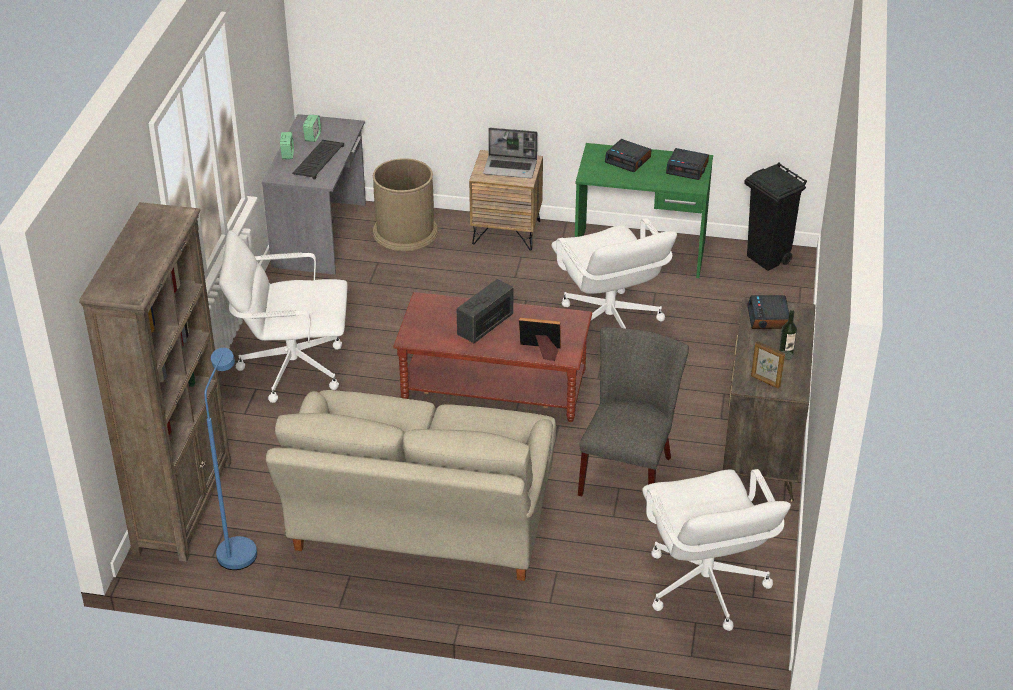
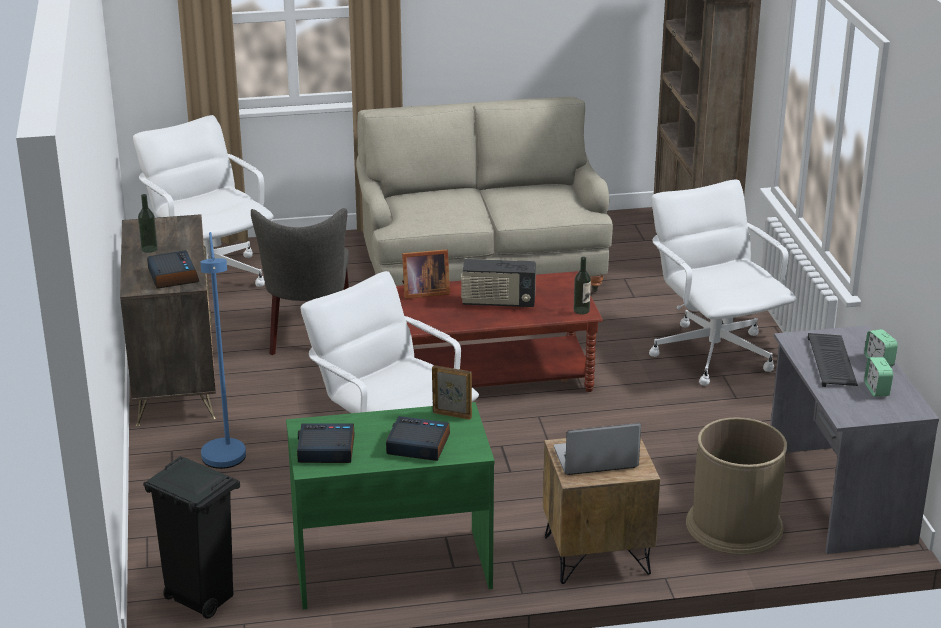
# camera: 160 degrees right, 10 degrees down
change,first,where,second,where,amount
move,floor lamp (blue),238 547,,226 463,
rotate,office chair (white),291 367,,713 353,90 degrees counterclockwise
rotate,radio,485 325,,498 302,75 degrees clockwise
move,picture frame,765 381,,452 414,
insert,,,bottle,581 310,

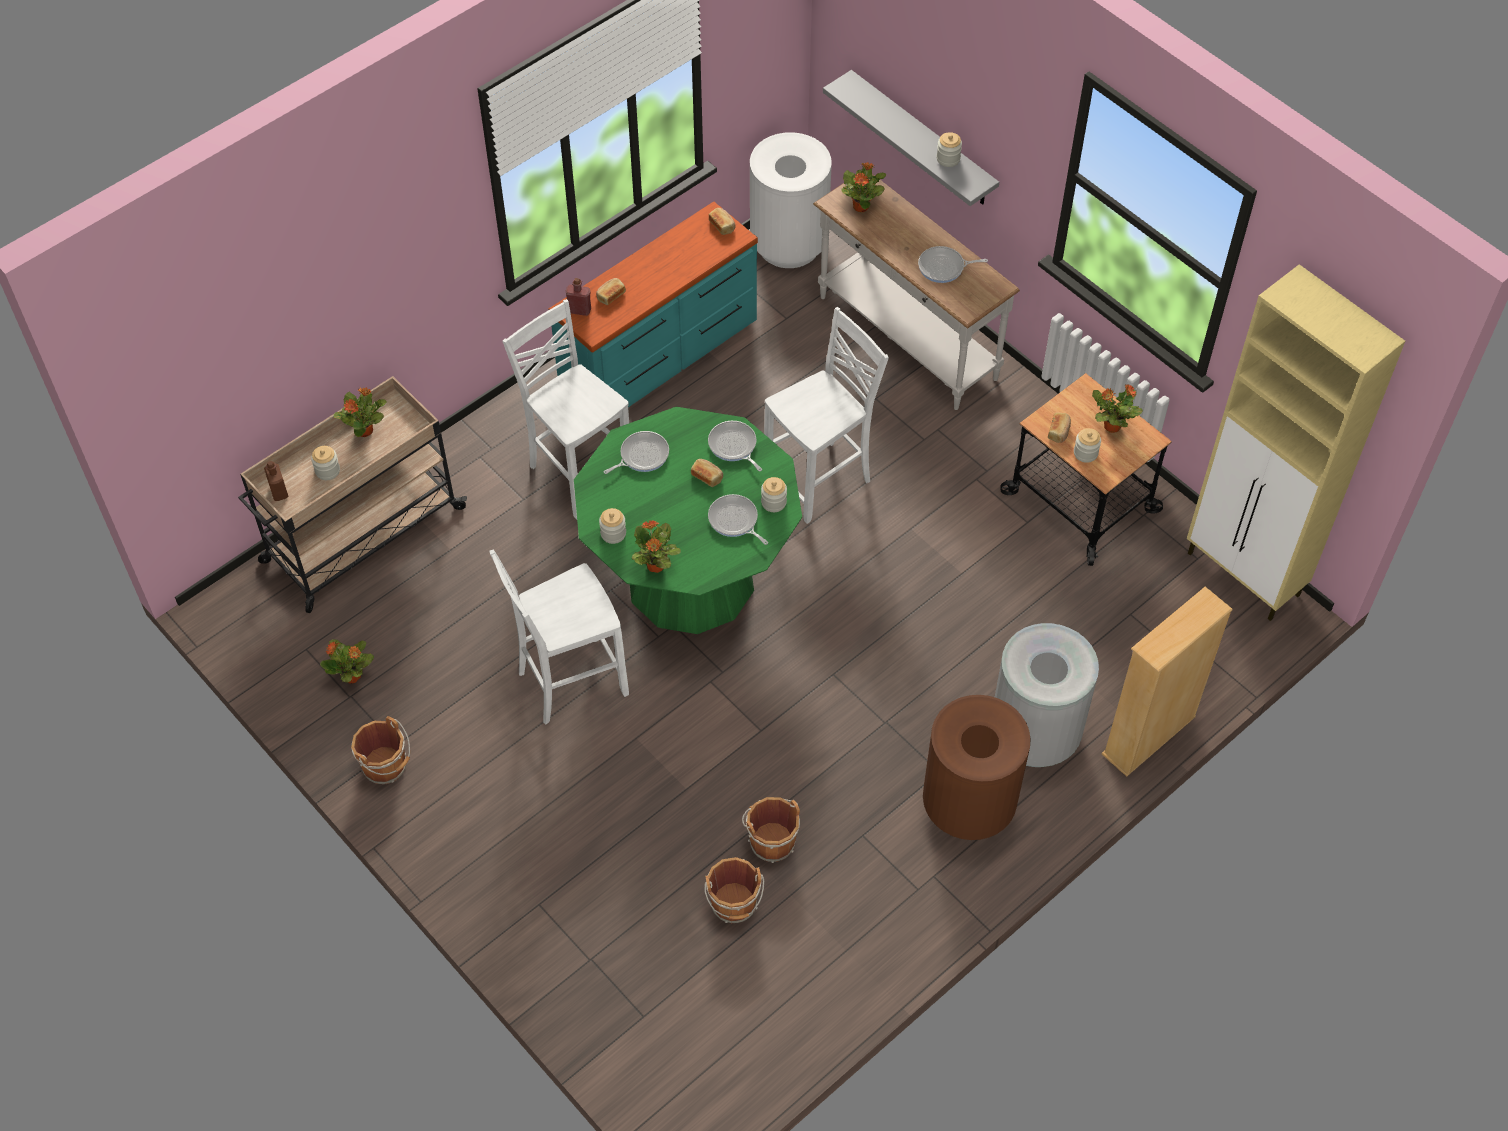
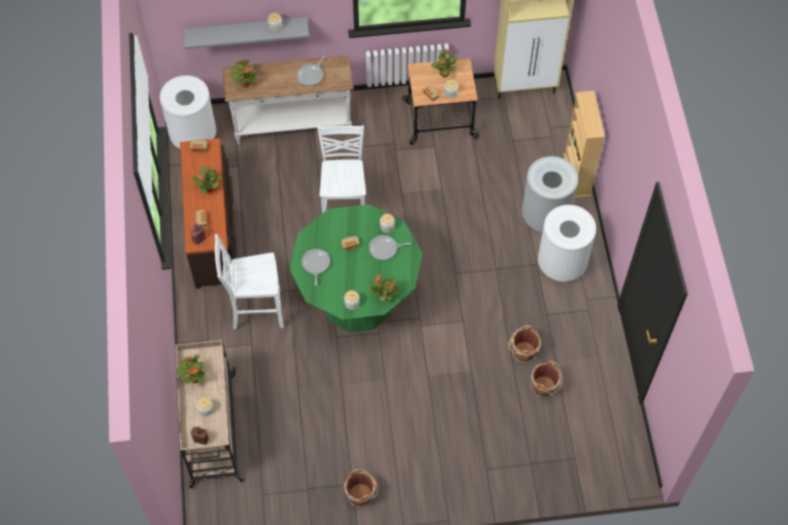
# camera: 55 degrees left, 5 degrees up
change,first,where,second,where,amount
move,potted plant,352 676,,209 188,
delete,chair (white),569 682,,,
recolor,dresser (turquoise),660 355,dresser (brown),213 232,
delete,frying pan,733 446,,,
recolor,trash can (brown),968 806,trash can (white),561 264,

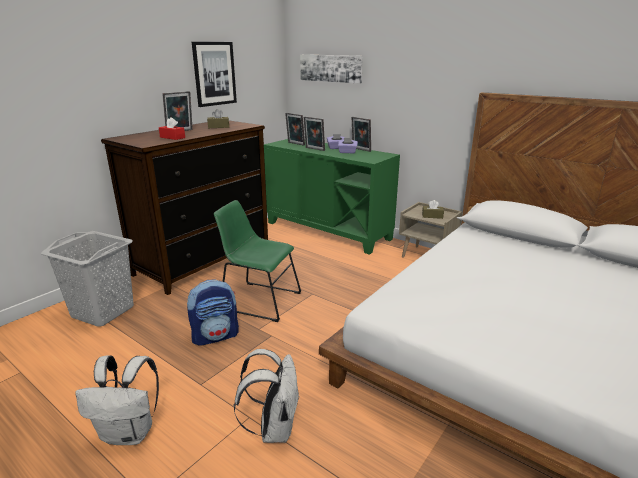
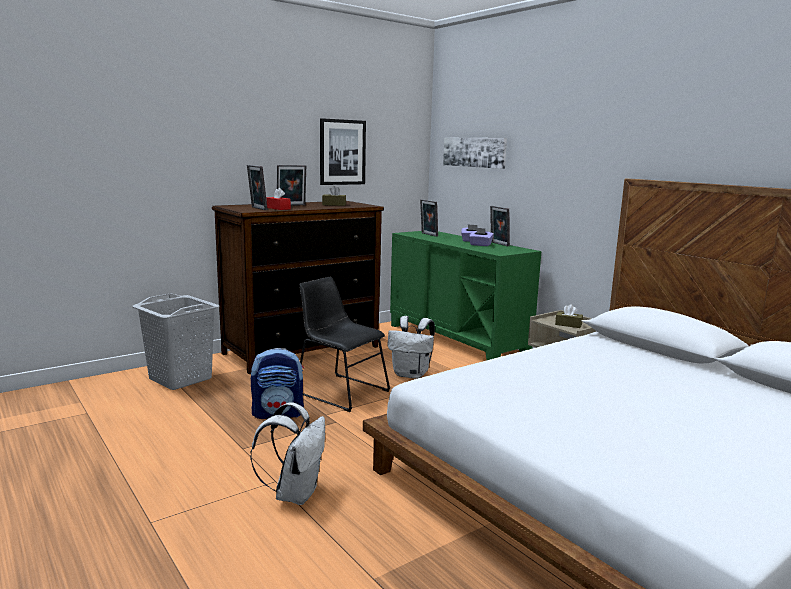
# camera: 15 degrees right, 10 degrees down
change,first,where,second,where,amount
move,backpack (white),130 433,,411 374,
recolor,chair (green),258 300,chair (black),339 391,
move,picture frame,314 149,,257 208,

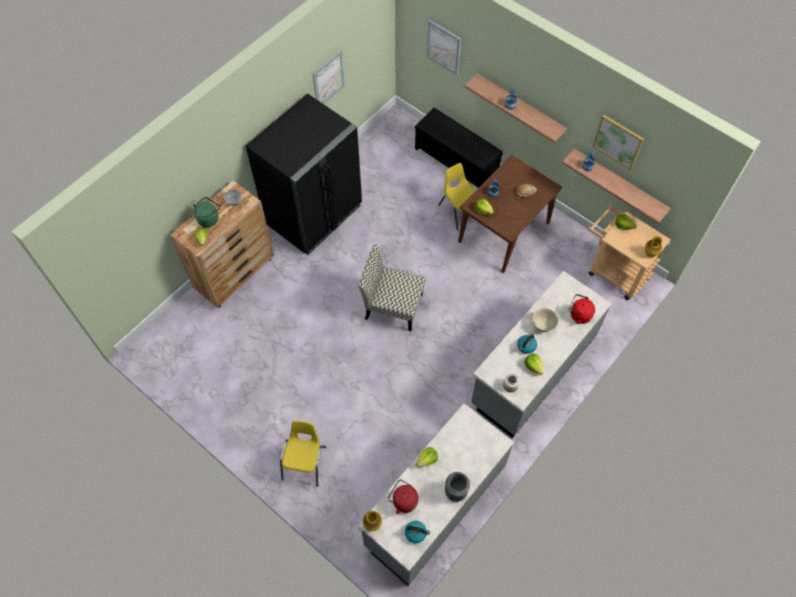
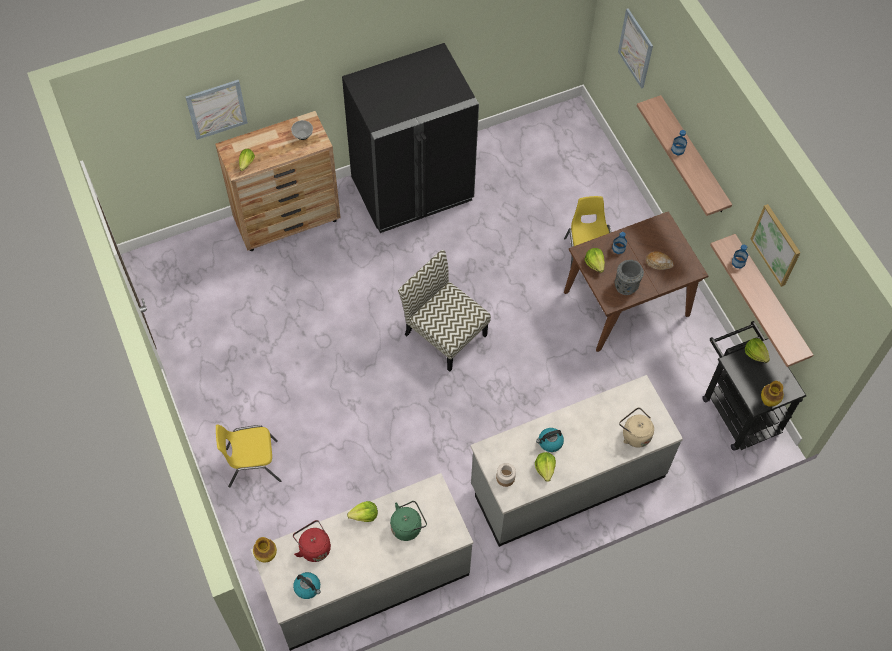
# camera: 25 degrees right, 0 degrees up
change,first,where,second,where,amount
move,kettle (green),209 218,,408 526,
rotate,chair (yellow),305 462,,252 464,135 degrees counterclockwise
move,picture,328 79,,216 109,
delete,bench (black),456 162,,,
move,vase (grey),456 491,,626 286,
delete,bowl (beige),543 325,,,
recolor,kettle (red),579 315,kettle (beige),634 434,
recolor,cart (beige),614 271,cart (black),737 408,

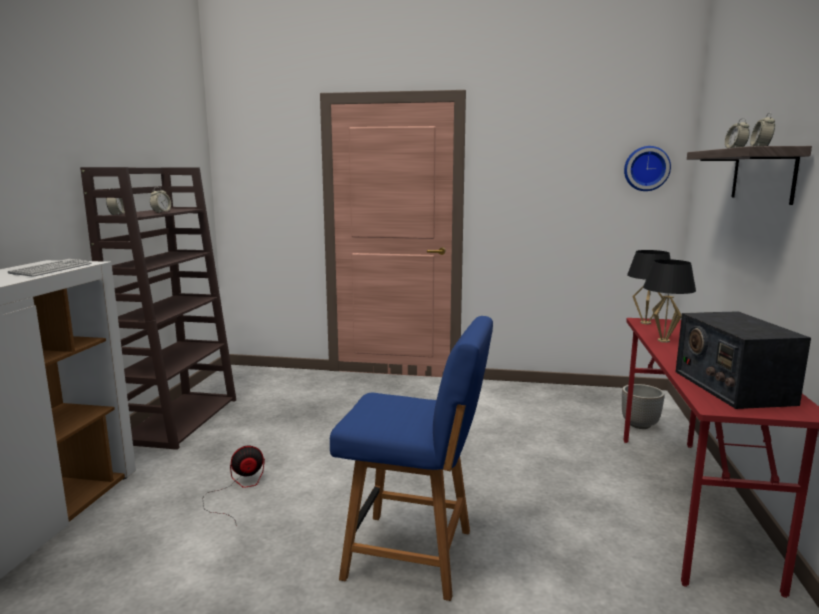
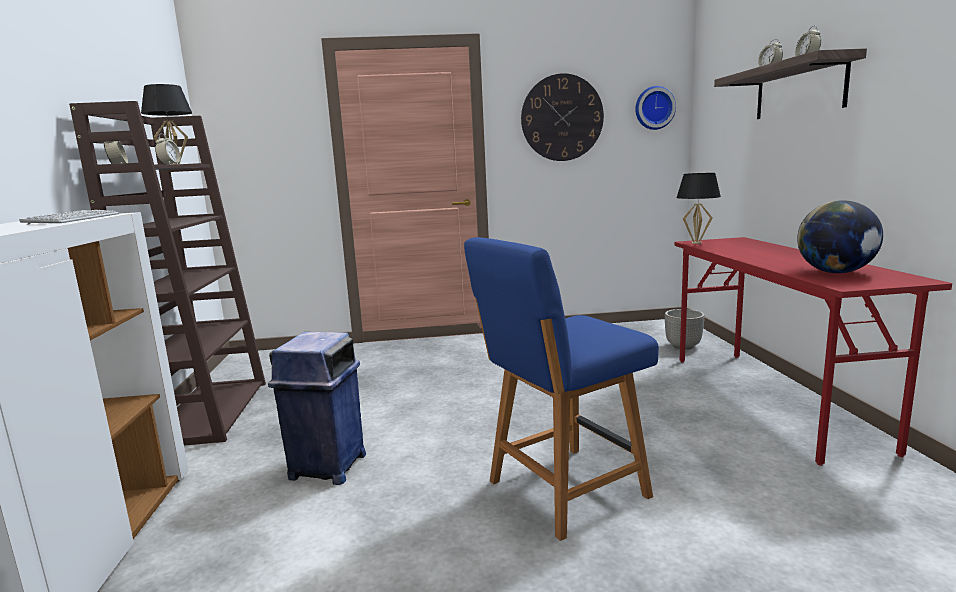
# camera: 15 degrees left, 0 degrees up
change,first,where,second,where,amount
replace,fan,238 489,trash can (blue),327 467,
rotate,chair (blue),414 555,,563 491,150 degrees clockwise
move,table lamp (black),664 341,,175 165,
replace,radio,732 387,globe,835 272,
insert,,,wall clock,562 118,

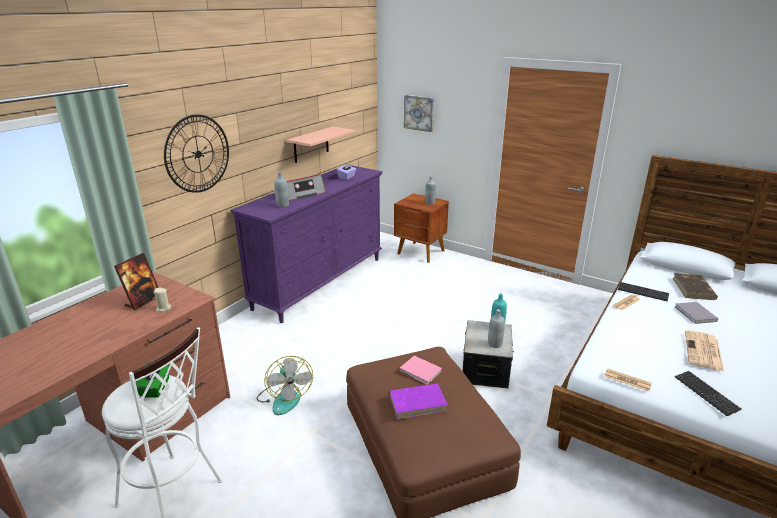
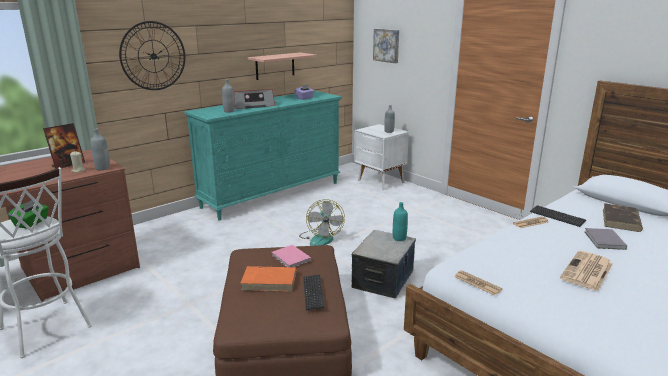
# camera: 15 degrees right, 5 degrees down
change,first,where,second,where,amount
recolor,dresser (purple),320 282,dresser (turquoise),273 194,
move,fan,284 398,,320 238,
recolor,book (purple),418 403,book (orange),270 281,
recolor,nightstand (brown),421 253,nightstand (white),380 182,
move,bottle (grey),494 344,,103 168,
move,keyboard,706 393,,313 293,

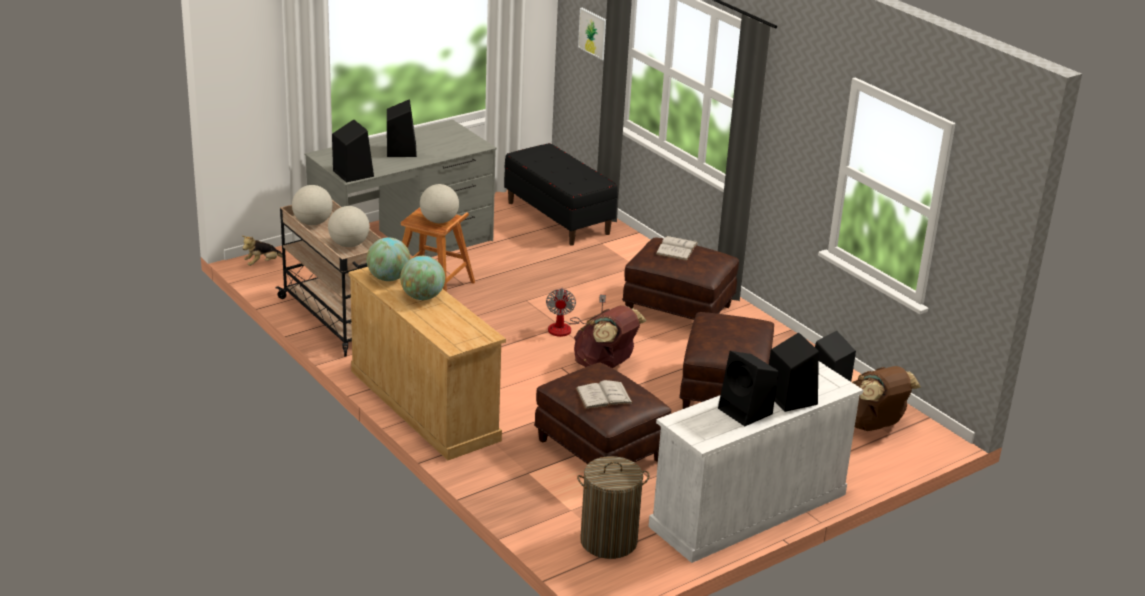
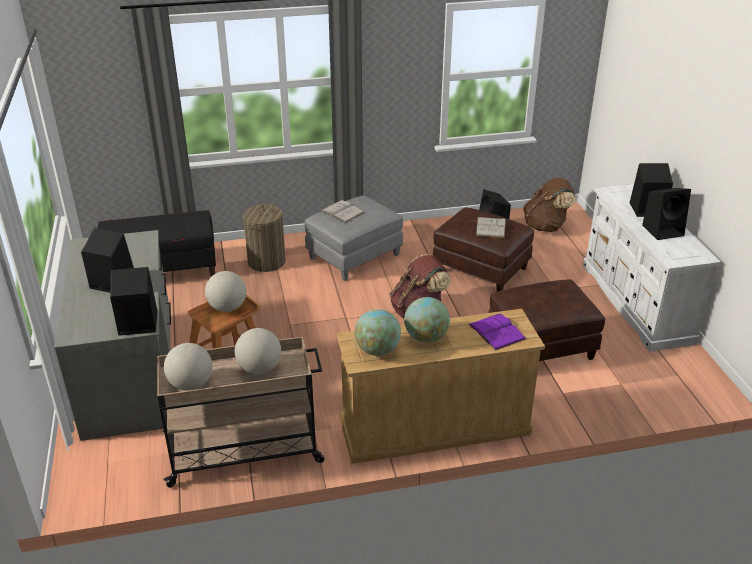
# camera: 65 degrees left, 5 degrees up
change,first,where,second,where,amount
delete,plush toy,262 263,,,
delete,fan,567 328,,,
move,book (white),604 396,,490 227,
move,laundry basket,609 541,,266 261,
delete,picture,593 33,,,
recolor,ottoman (brown),679 309,ottoman (grey),354 256,
insert,,,book (purple),496 332,

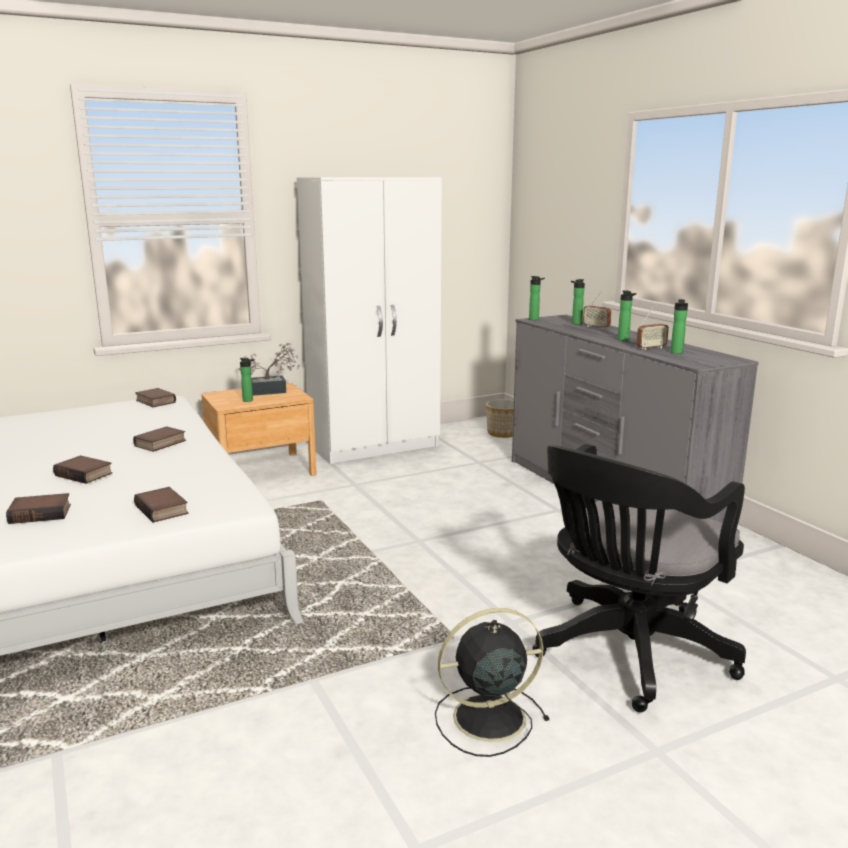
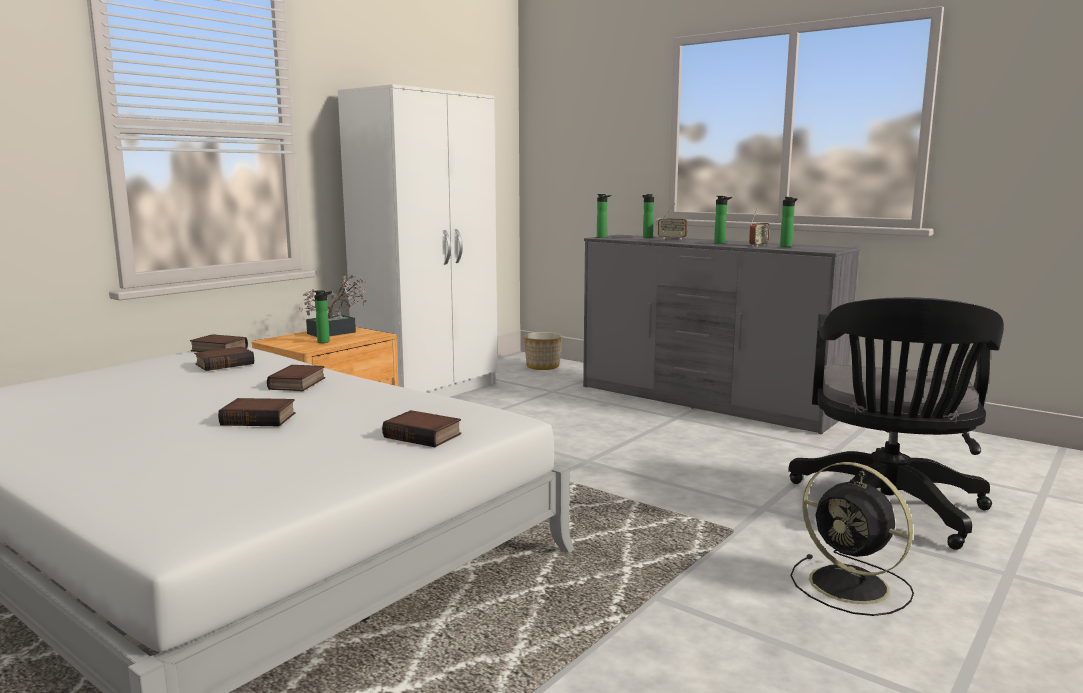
# camera: 25 degrees left, 5 degrees down
change,first,where,second,where,amount
move,book,41 513,,225 363,
rotate,fan (black),486 718,,852 586,90 degrees counterclockwise

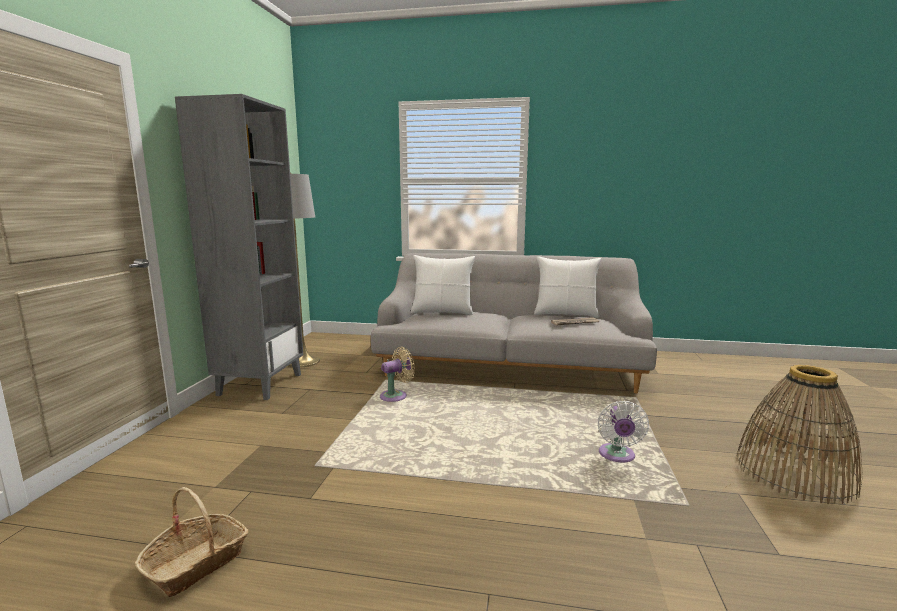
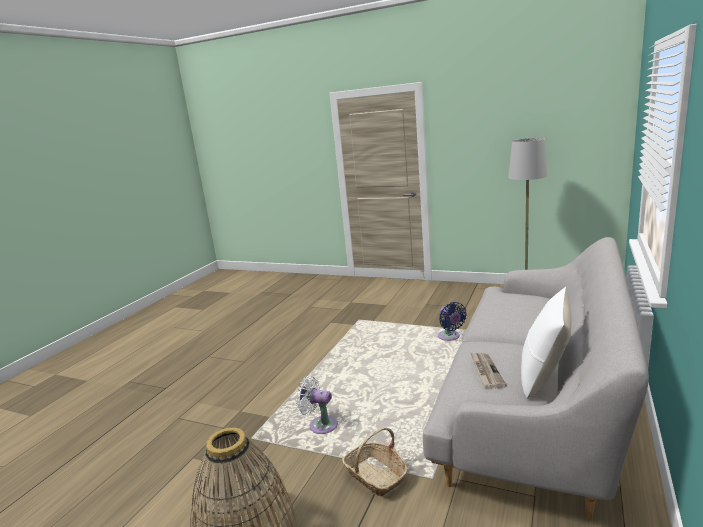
# camera: 105 degrees right, 5 degrees up
change,first,where,second,where,amount
move,basket,197 563,,375 476,
delete,bookcase (grey),260 384,,,
recolor,fan (beige),396 396,fan (blue),450 337,
delete,pillow (white),442 312,,,

